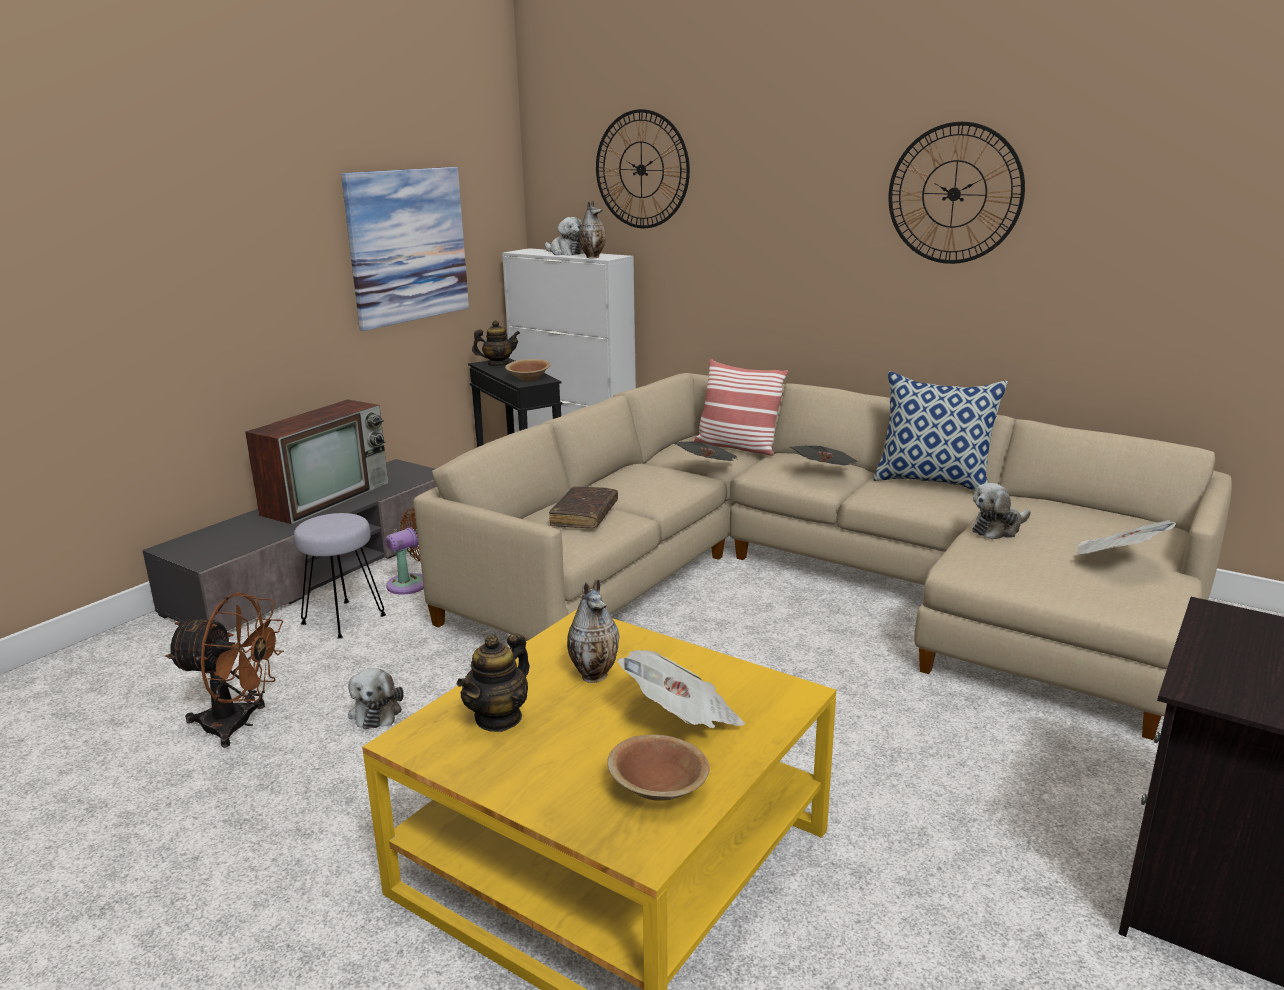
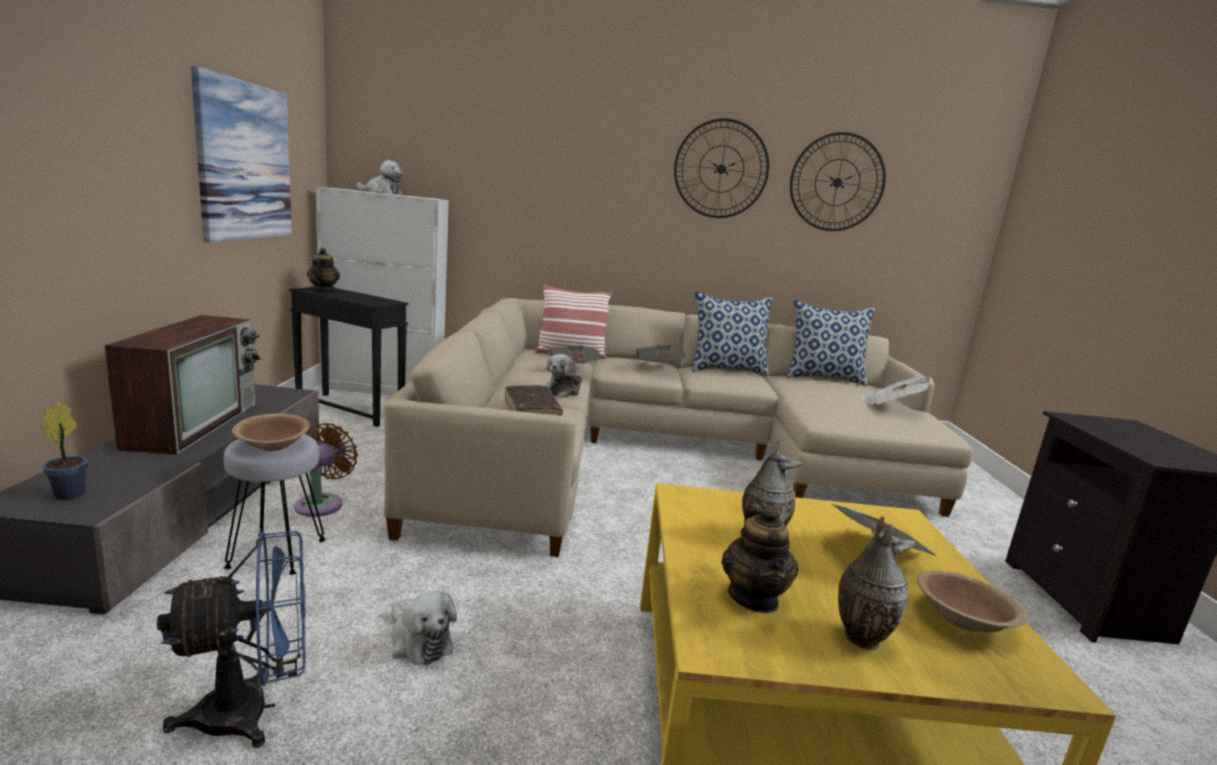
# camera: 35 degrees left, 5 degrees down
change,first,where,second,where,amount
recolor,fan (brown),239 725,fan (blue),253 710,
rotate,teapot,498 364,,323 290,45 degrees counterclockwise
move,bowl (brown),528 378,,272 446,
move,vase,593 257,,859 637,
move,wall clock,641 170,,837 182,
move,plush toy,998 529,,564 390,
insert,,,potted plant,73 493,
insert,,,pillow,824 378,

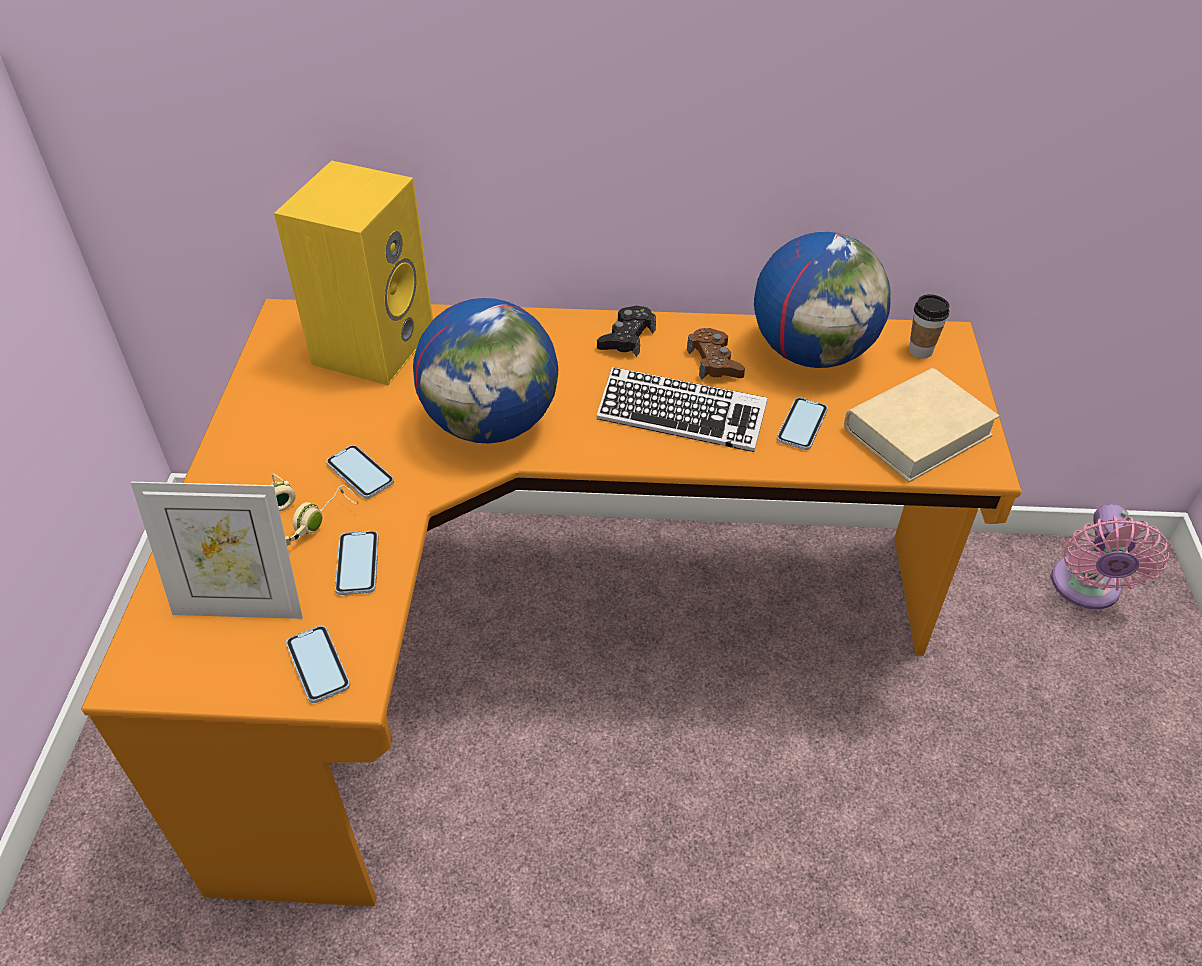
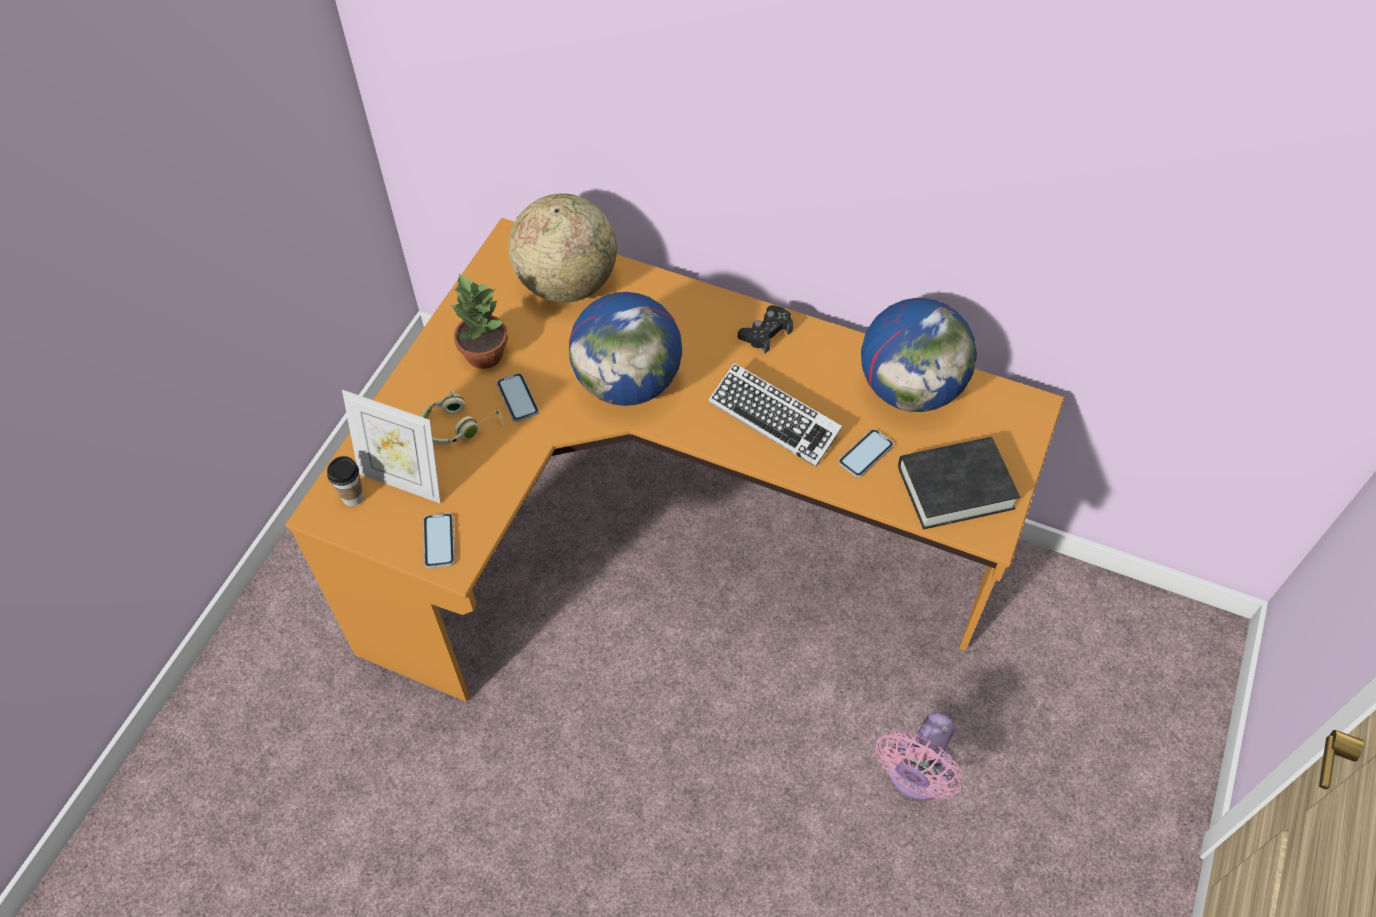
# camera: 20 degrees right, 10 degrees up
change,first,where,second,where,amount
replace,speaker (yellow),373 343,globe,567 283,
delete,phone,357 564,,,
delete,game controller (brown),714 362,,,
recolor,book (beige),917 432,book (black),955 487,
move,cup,920 351,,353 497,
move,fan (pink),1086 589,,915 775,
insert,,,potted plant,483 354,

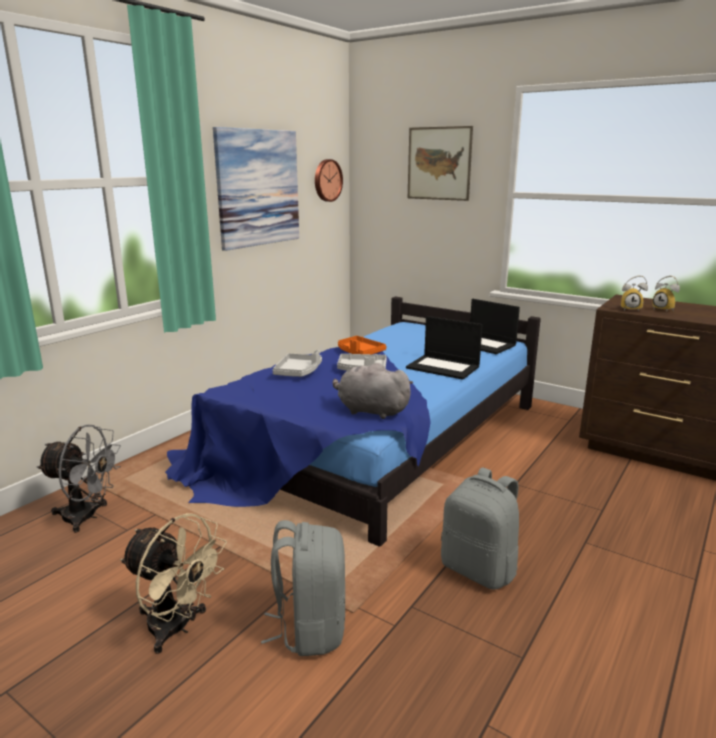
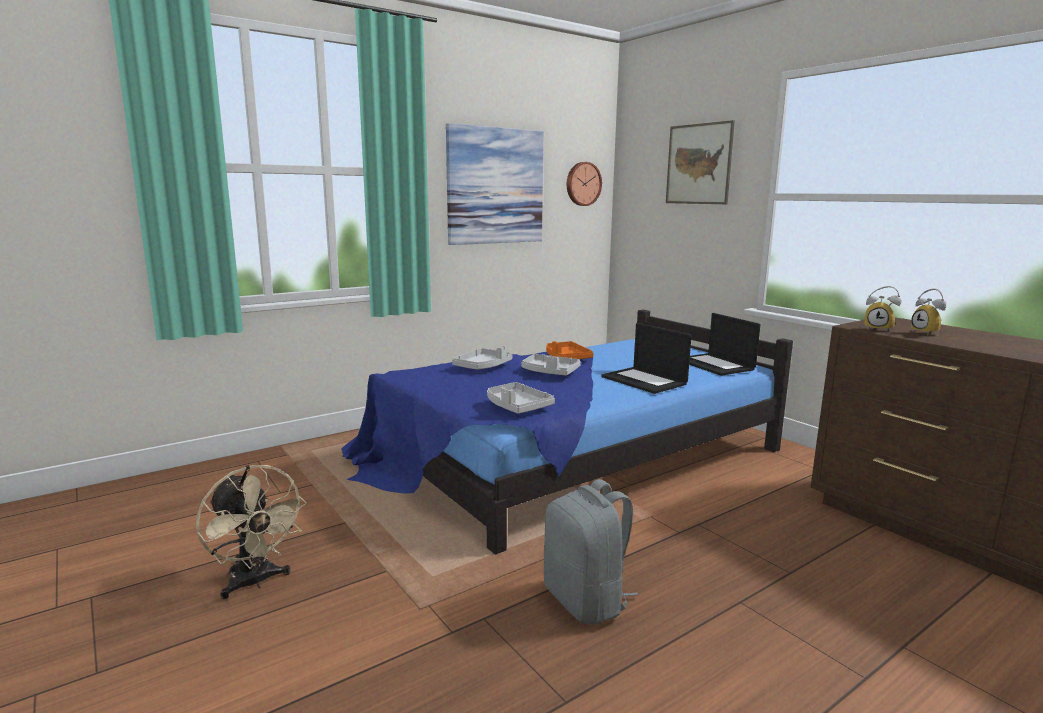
# camera: 20 degrees right, 5 degrees down
change,first,where,second,where,amount
delete,fan (grey),87 517,,,
delete,backpack (grey),310 628,,,
replace,plush toy (grey),370 411,tray (grey),517 407,

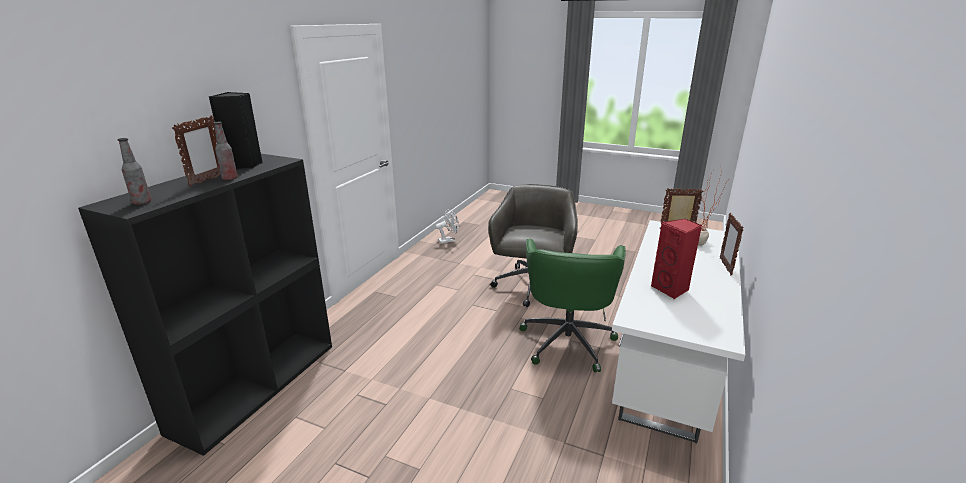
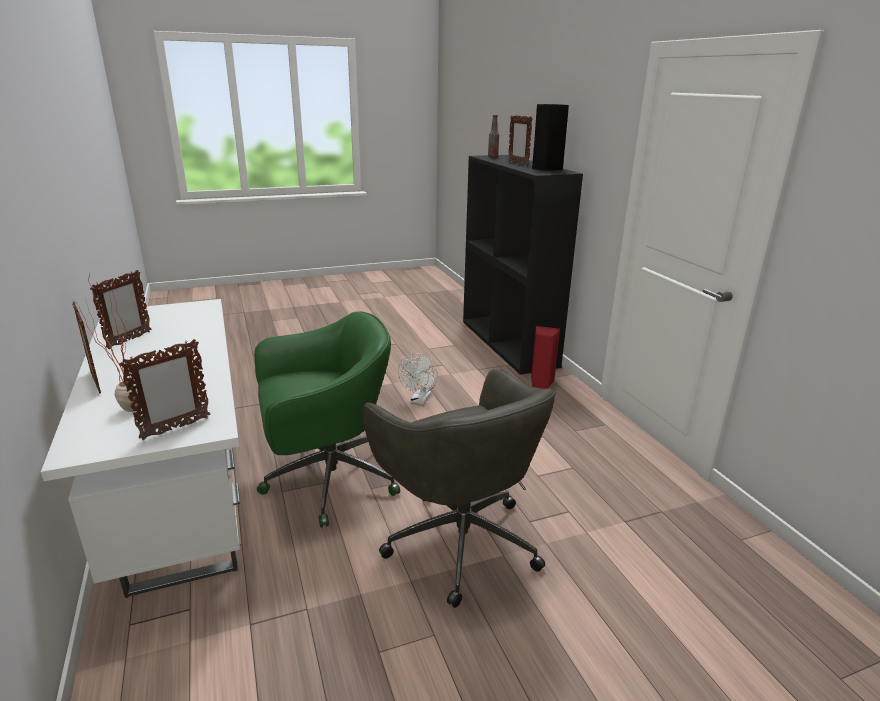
# camera: 135 degrees right, 0 degrees up
change,first,where,second,where,amount
delete,bottle,230 179,,,
move,fan (white),448 240,,419 400,
rotate,office chair (green),567 340,,327 480,105 degrees clockwise
move,speaker (red),671 289,,541 383,
insert,,,picture frame,129 340,

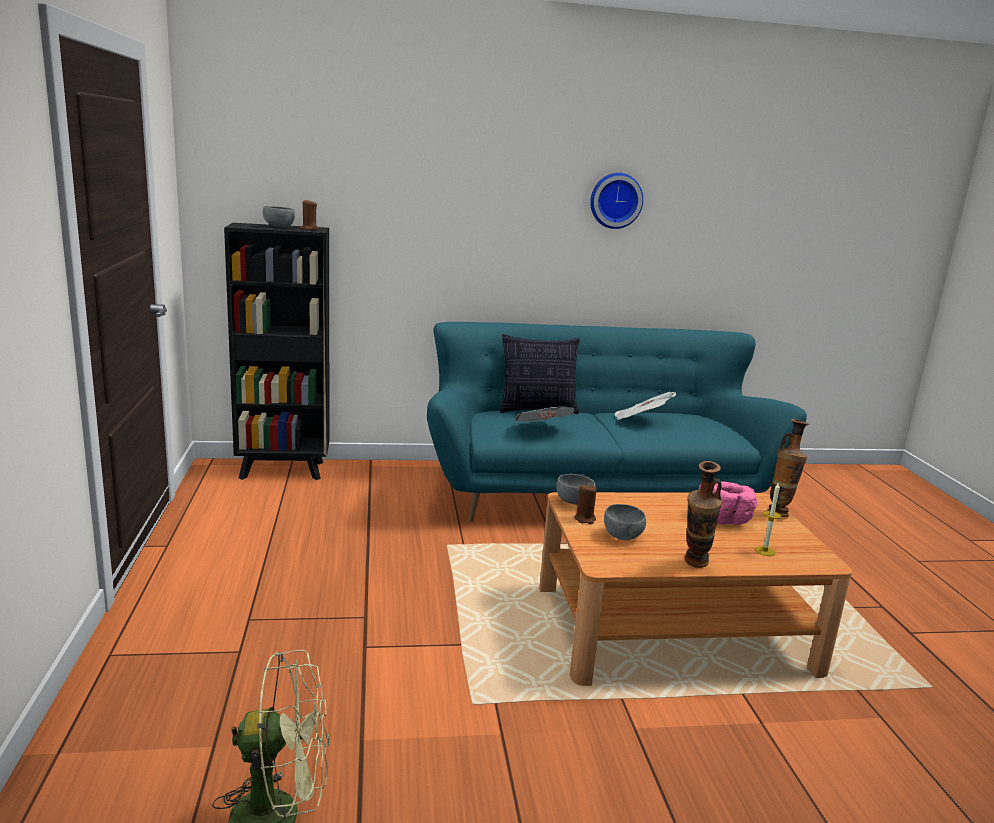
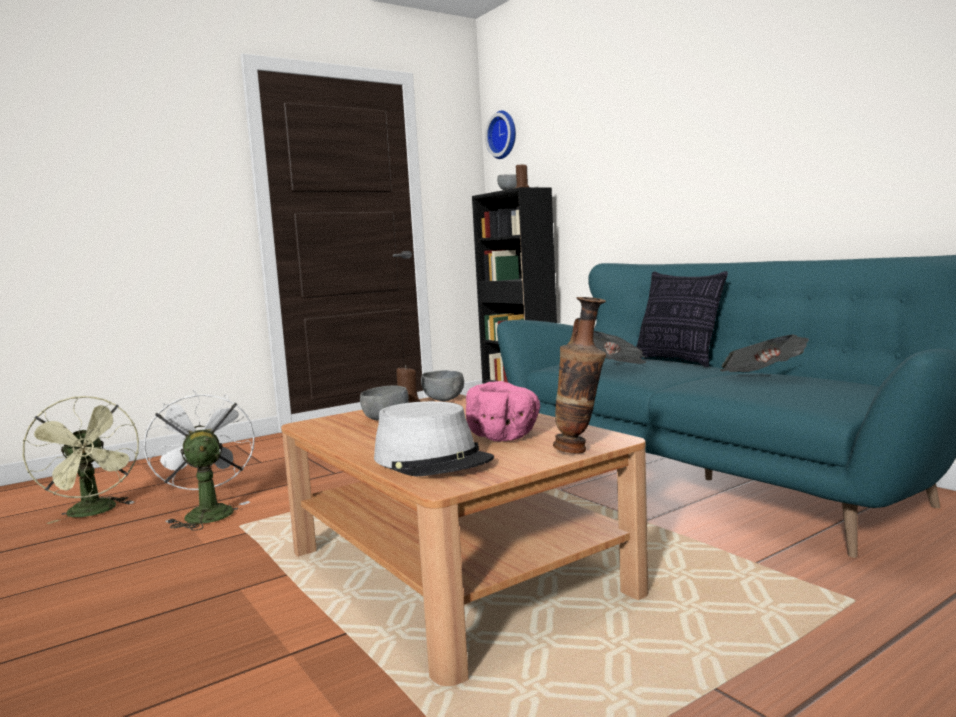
# camera: 65 degrees right, 10 degrees down
change,first,where,second,where,amount
move,wall clock,615 200,,504 135,
delete,vase,694 566,,,
replace,candle,765 551,hat (grey),433 459,
insert,,,fan (white),206 513,

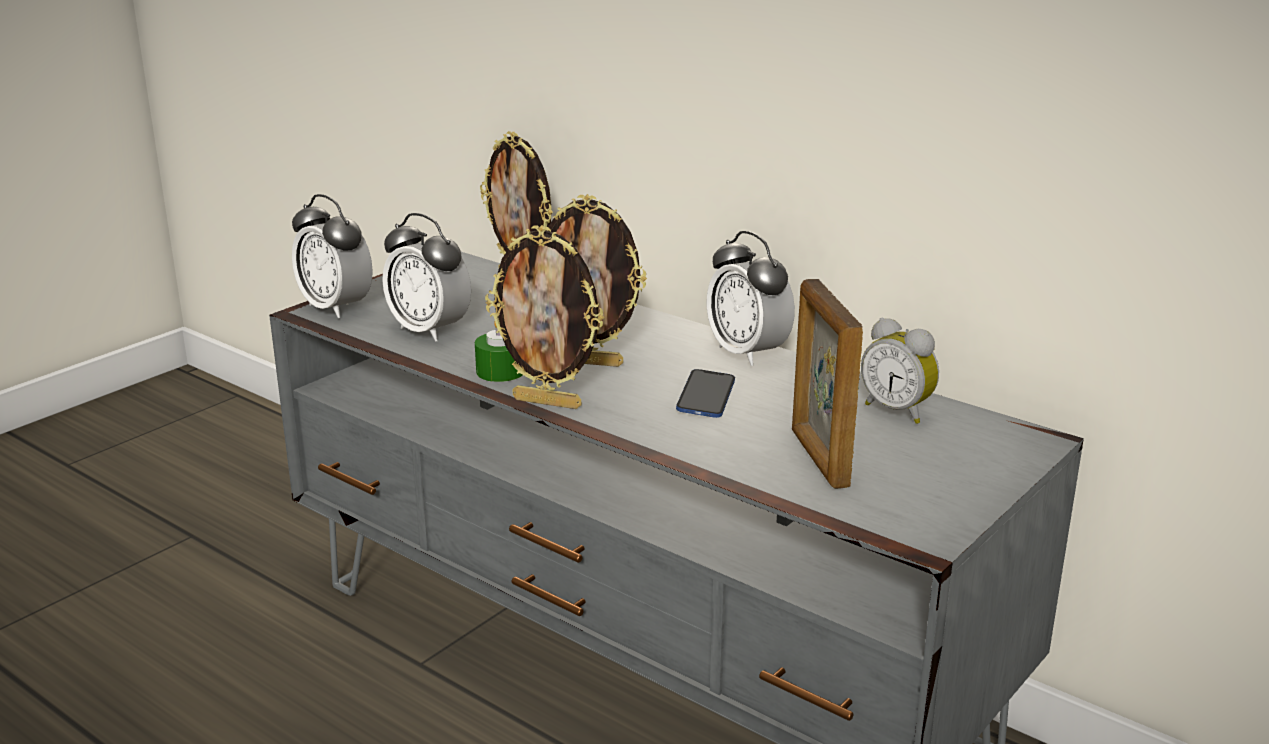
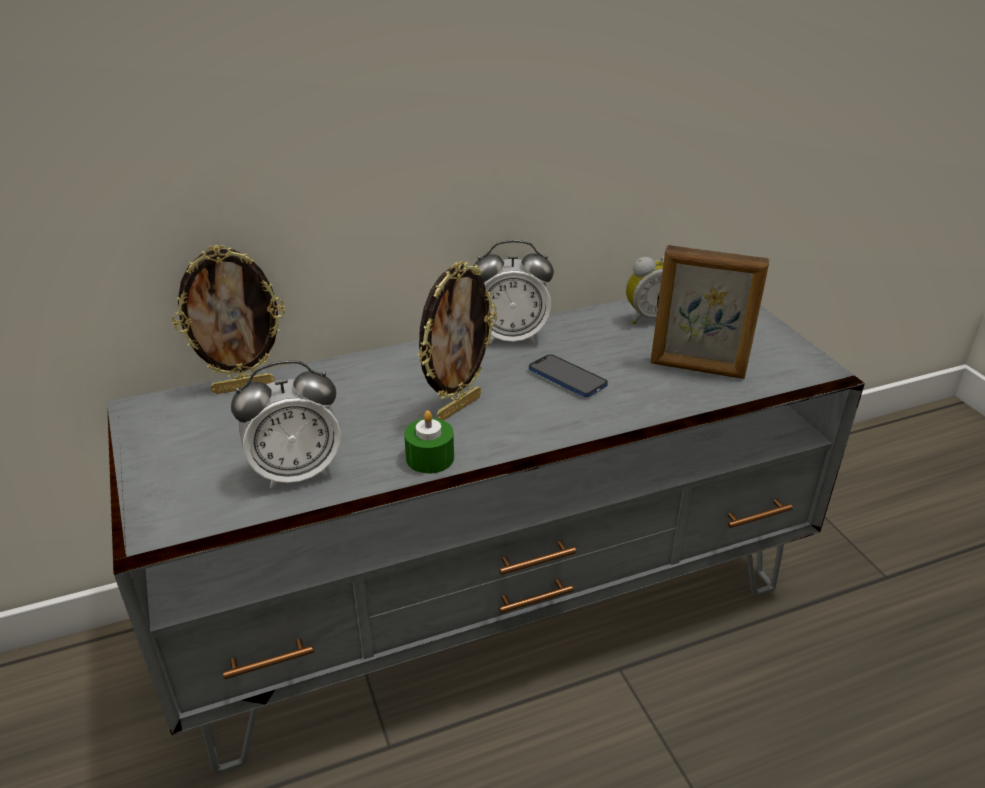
# camera: 60 degrees left, 10 degrees up
change,first,where,second,where,amount
delete,alarm clock,336 308,,,
delete,picture frame,548 402,,,

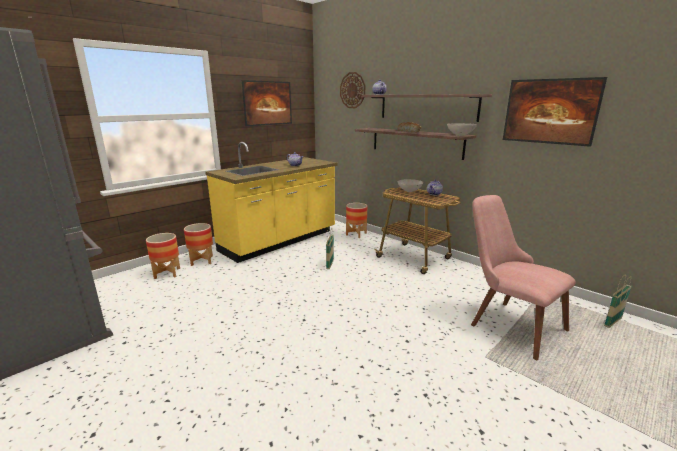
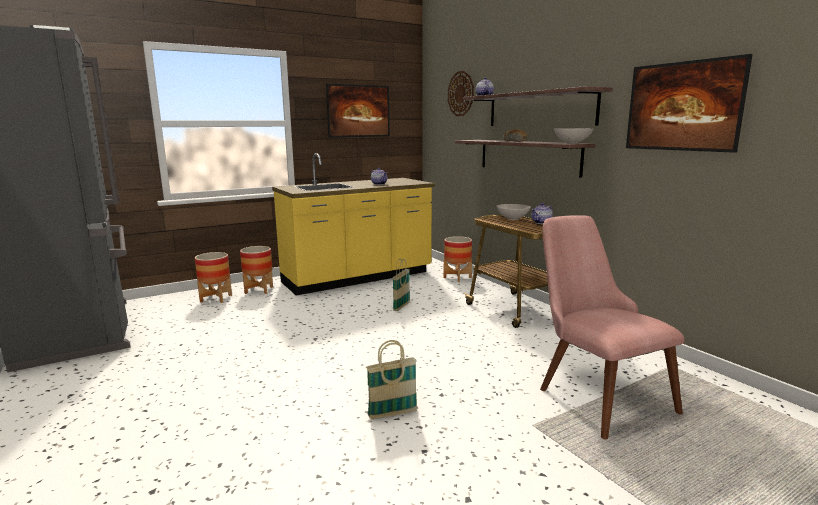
# camera: 15 degrees right, 5 degrees down
change,first,where,second,where,amount
move,basket,612 322,,392 414,

